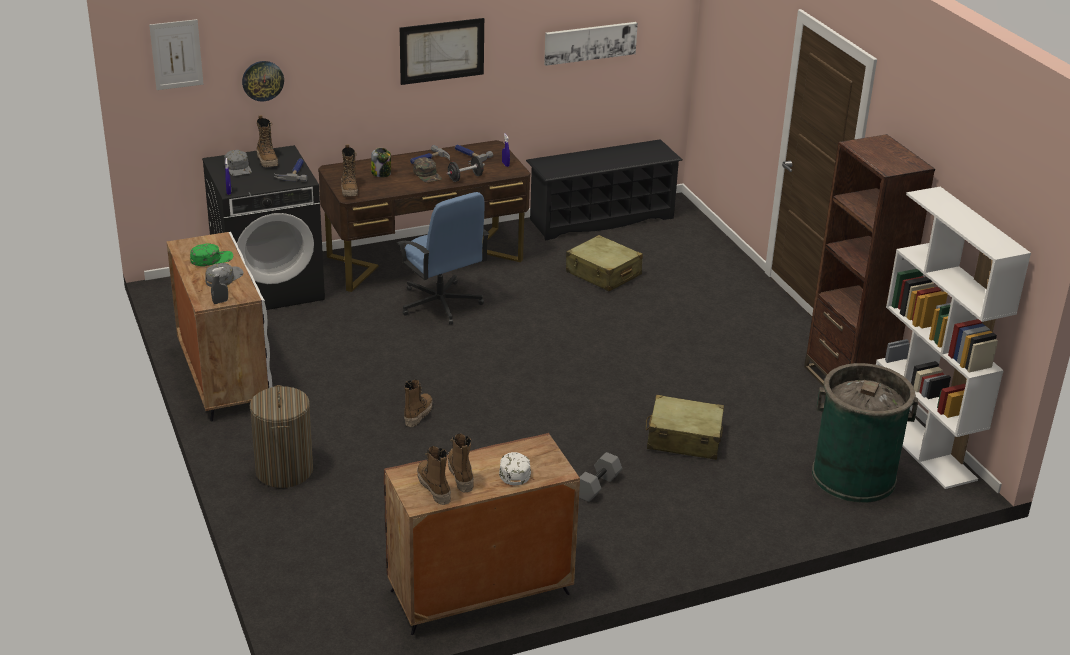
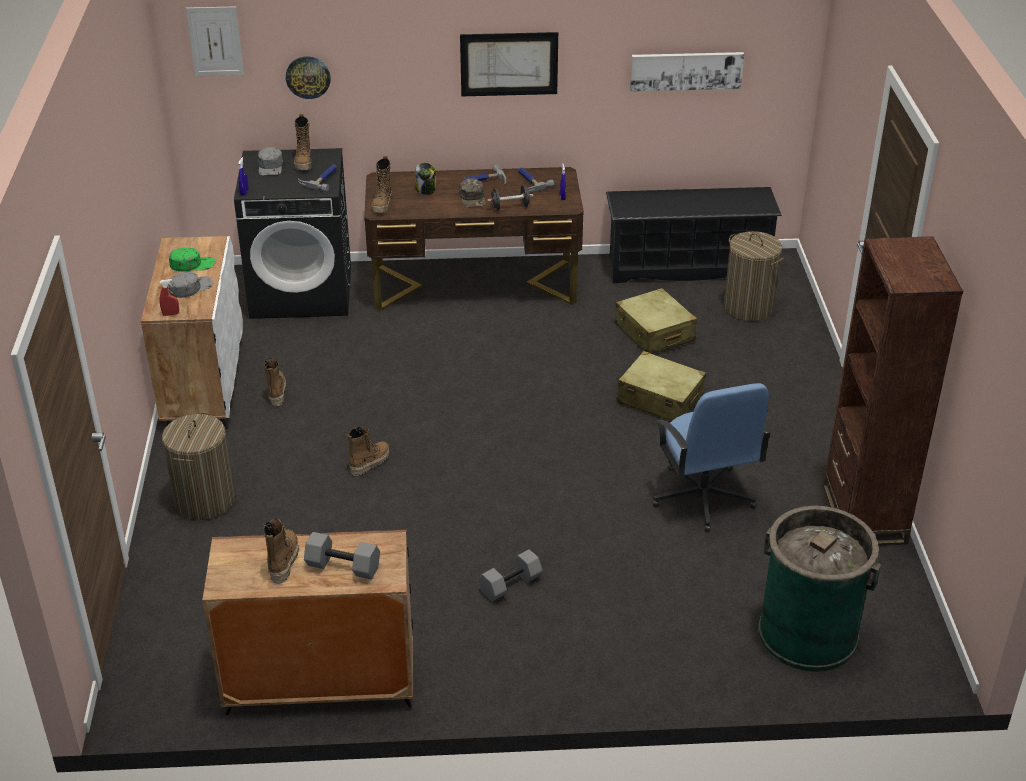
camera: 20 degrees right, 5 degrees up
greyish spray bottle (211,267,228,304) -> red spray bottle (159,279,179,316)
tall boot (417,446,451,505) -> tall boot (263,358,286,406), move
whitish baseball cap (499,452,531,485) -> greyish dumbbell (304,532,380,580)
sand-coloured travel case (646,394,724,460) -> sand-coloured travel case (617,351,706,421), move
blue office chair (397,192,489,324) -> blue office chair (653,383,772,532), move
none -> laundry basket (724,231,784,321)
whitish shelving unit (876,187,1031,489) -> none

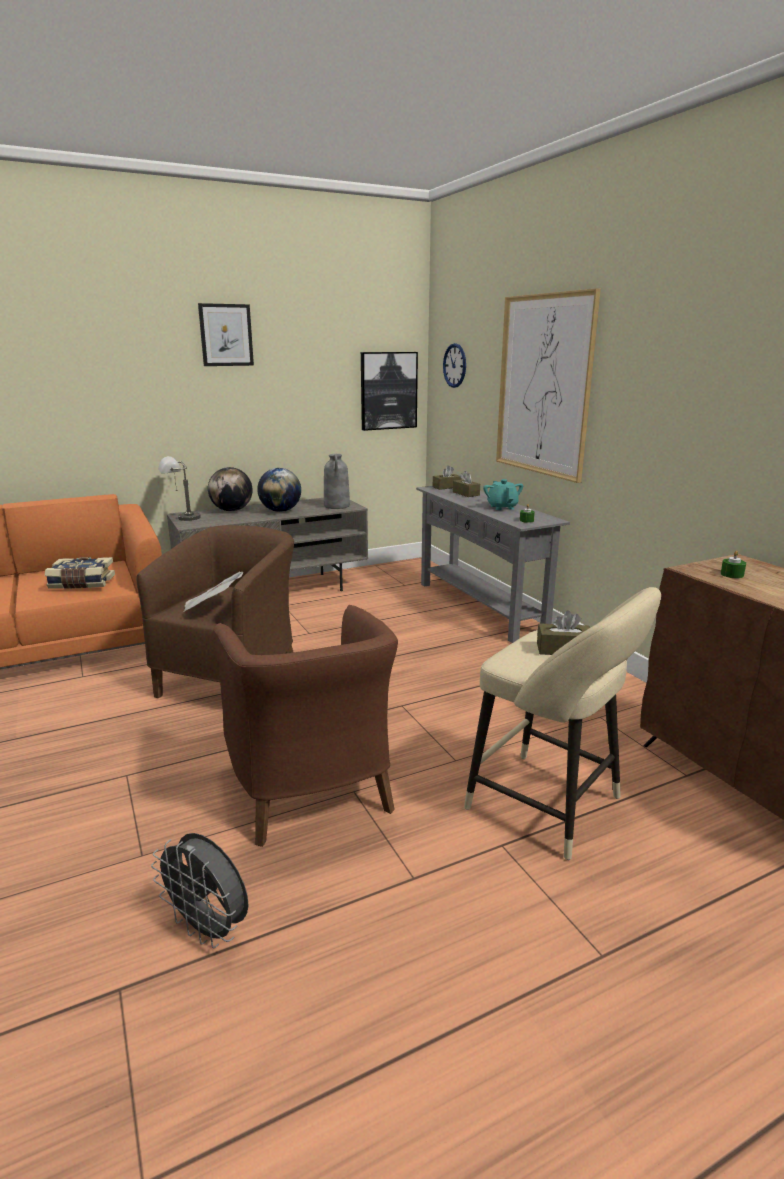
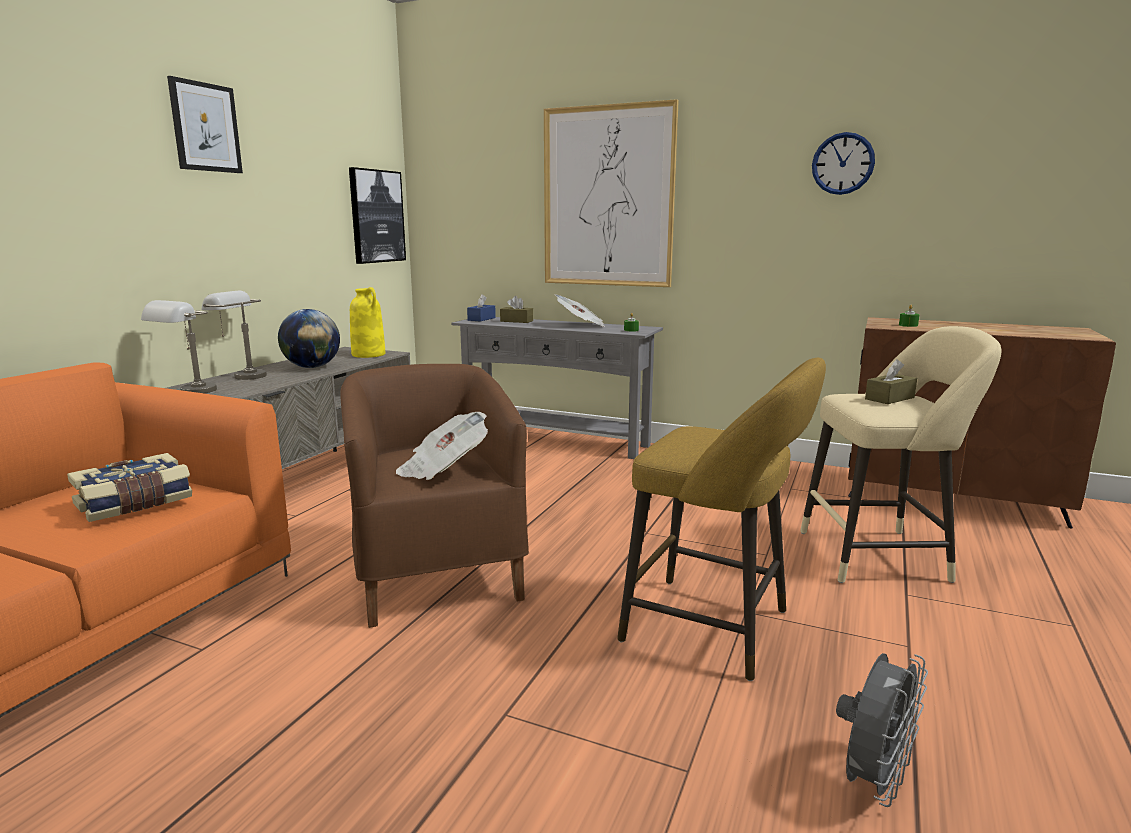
camera: 40 degrees left, 5 degrees down
globe (208,467,253,511) -> greyish lamp for a table (202,291,267,380)
greyish vase (324,454,350,509) -> yellowish vase (350,287,385,358)
brown-coloured box of tissues (433,465,462,490) -> blue box of tissues (467,294,496,321)
turquoise-coloured pot for tea (483,479,523,510) -> newspaper (554,294,605,327)
brown-coloured armchair (213,605,398,847) -> yellowish stool seat (617,357,826,681)
hanging clock (443,343,466,388) -> hanging clock (812,132,875,195), move
greyish electric fan (151,833,249,948) -> greyish electric fan (836,653,928,807), 45 degrees counterclockwise

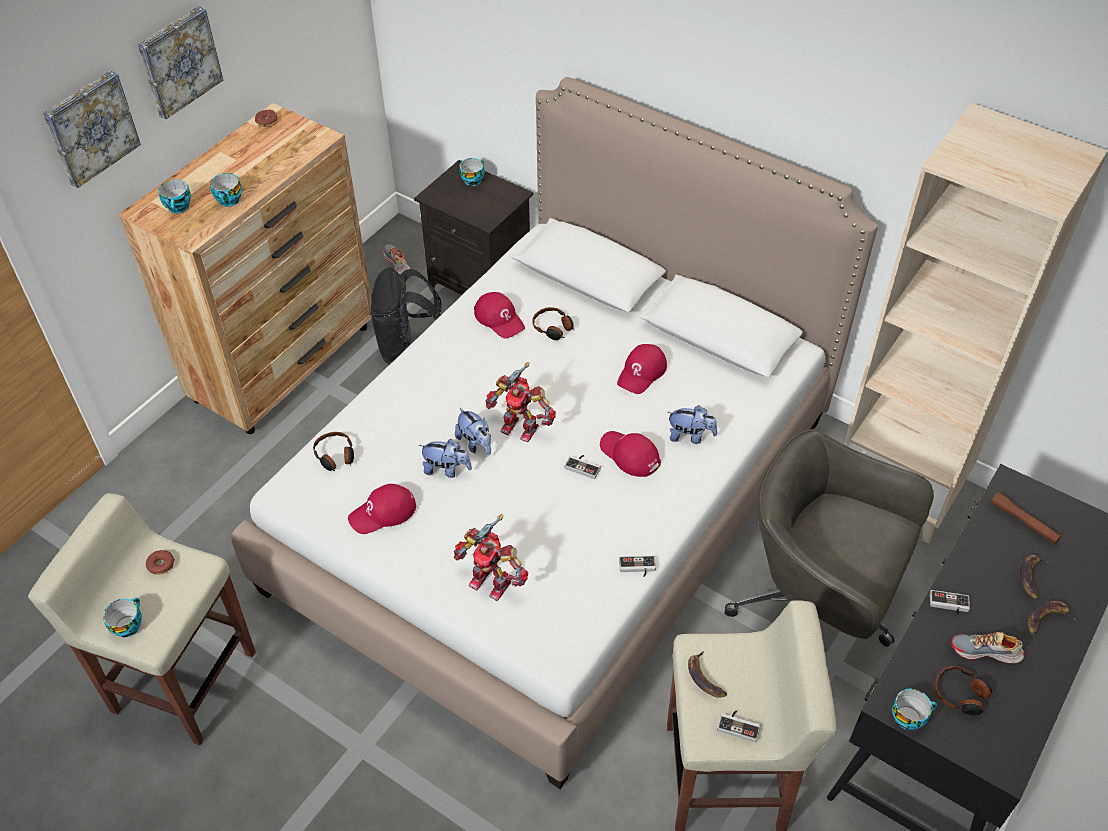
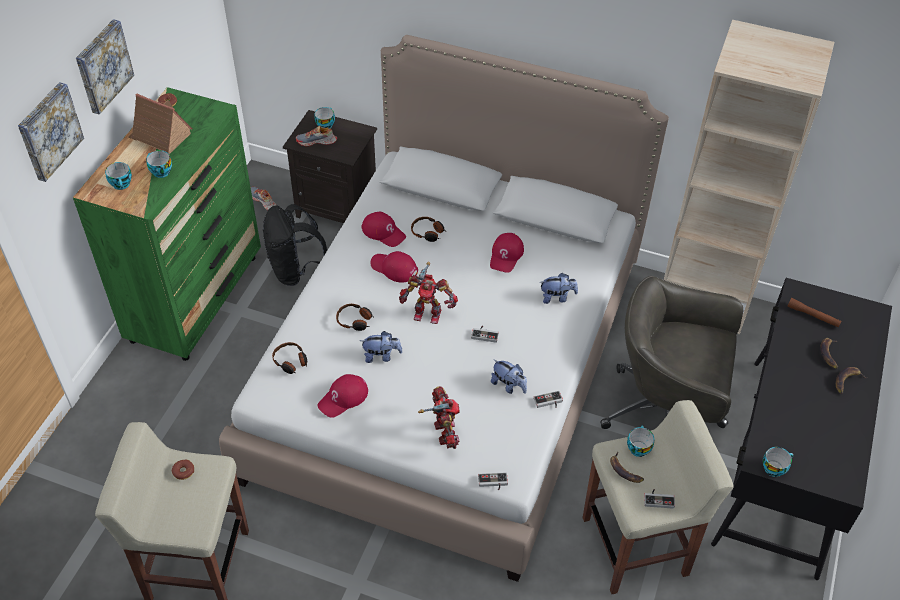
camera: 15 degrees left, 0 degrees up
brown-coloured dresser (119,103,372,434) -> greenish dresser (73,87,261,361)
none -> miniature house (128,94,193,154)
low shoe (951,632,1025,664) -> low shoe (296,126,337,146), move
headset (934,666,995,715) -> headset (336,304,375,331), move
red baseball cap (600,431,661,477) -> red baseball cap (370,251,418,282), move
toy robot (454,514,528,601) -> toy robot (418,386,460,449), 120 degrees counterclockwise
gamepad (930,590,970,616) -> gamepad (478,472,508,490), move
plush toy (455,408,491,456) -> plush toy (491,359,527,394), move
small cup (103,598,142,637) -> small cup (627,426,654,457), move

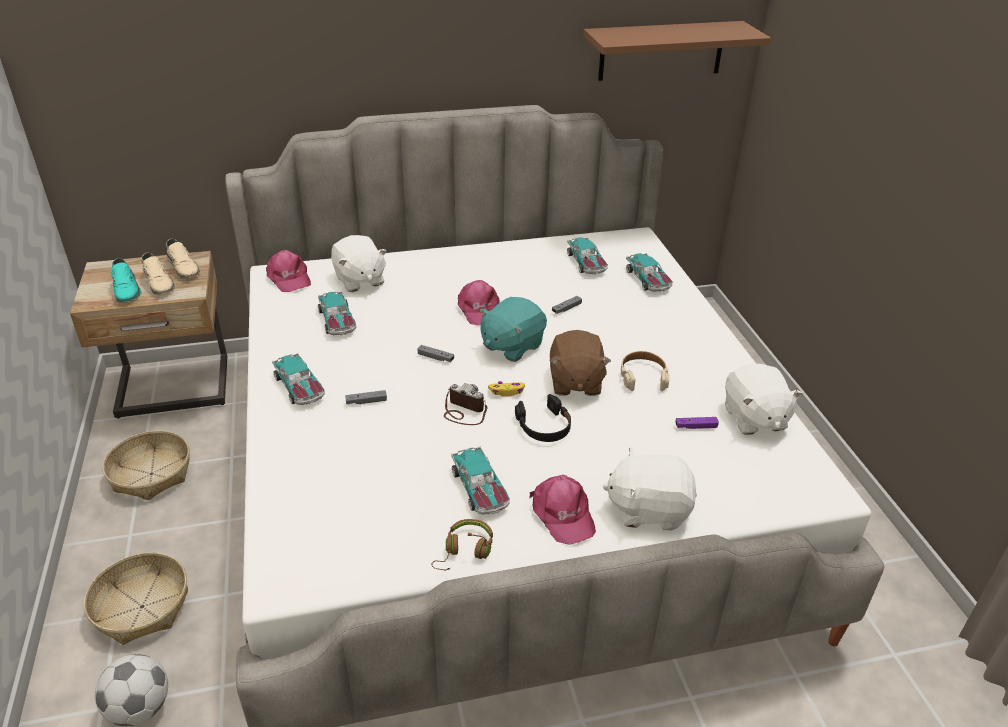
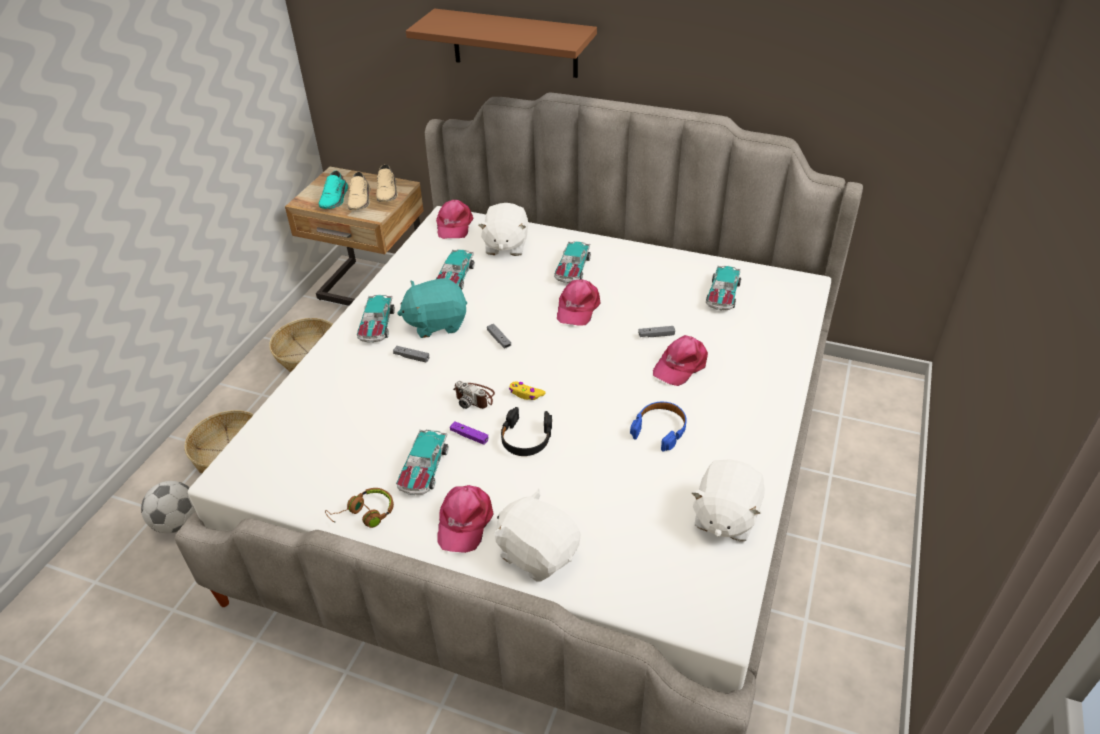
camera: 35 degrees right, 5 degrees up
turquoise-coloured plush toy (479,297,547,362) -> turquoise-coloured plush toy (397,278,467,338), move
brown-coloured bracket shelf (583,21,771,81) -> brown-coloured bracket shelf (406,9,597,78), move
purple gamepad (675,417,719,429) -> purple gamepad (450,421,488,445), move
photo camera (444,383,487,425) -> photo camera (454,381,495,409), 150 degrees clockwise
miniature car (626,253,673,292) -> miniature car (554,241,591,283), move
sand-coloured headset (621,351,669,391) -> blue headset (630,402,687,452)
none -> pink-coloured baseball cap (653,335,708,386)
brown-coloured plush toy (549,330,611,396) -> none

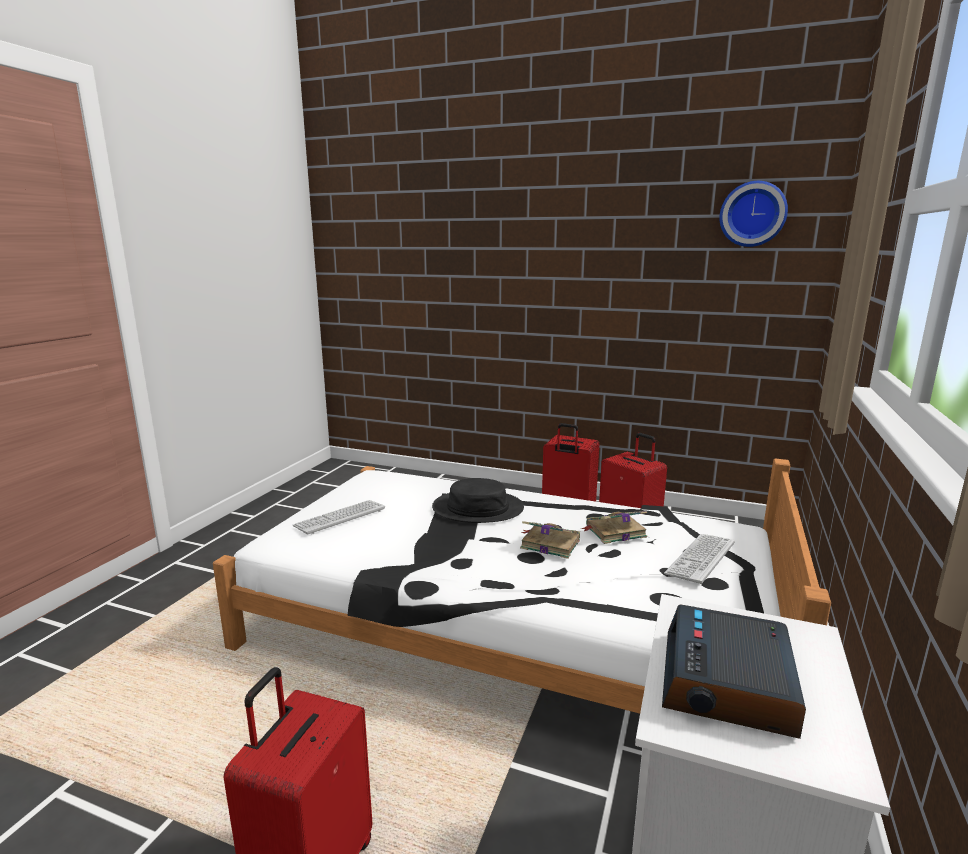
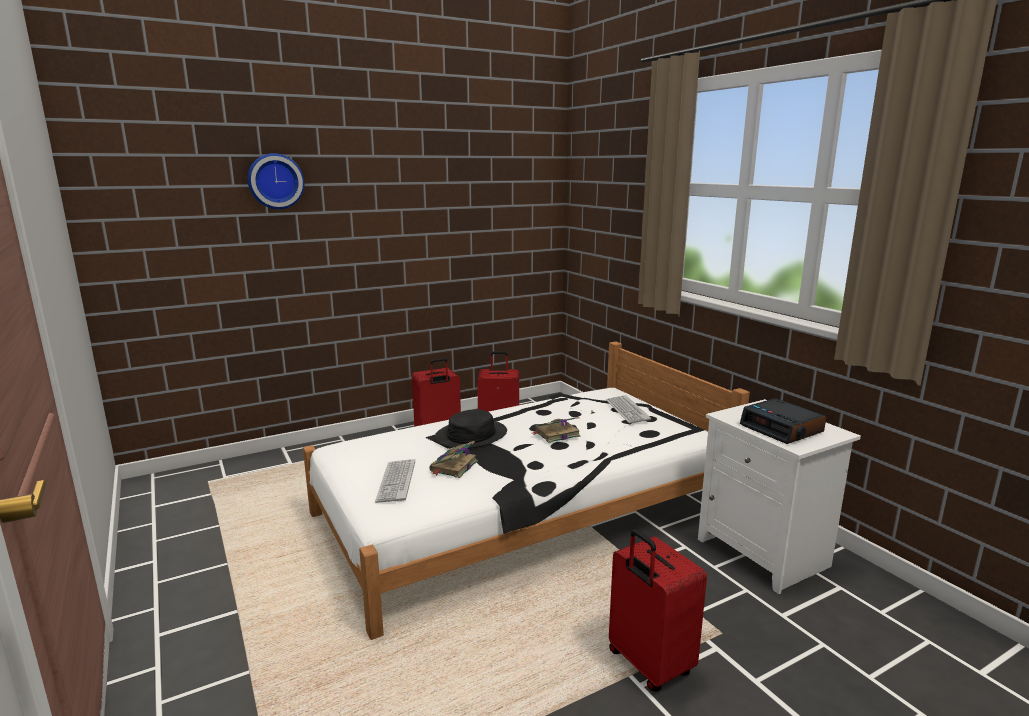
camera: 50 degrees left, 0 degrees up
hanging clock (720,181,788,247) -> hanging clock (248,153,304,209), move
bound book (581,511,647,544) -> bound book (429,441,478,478), move

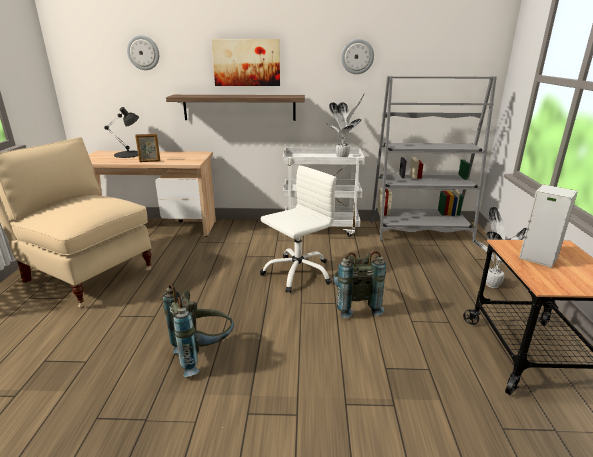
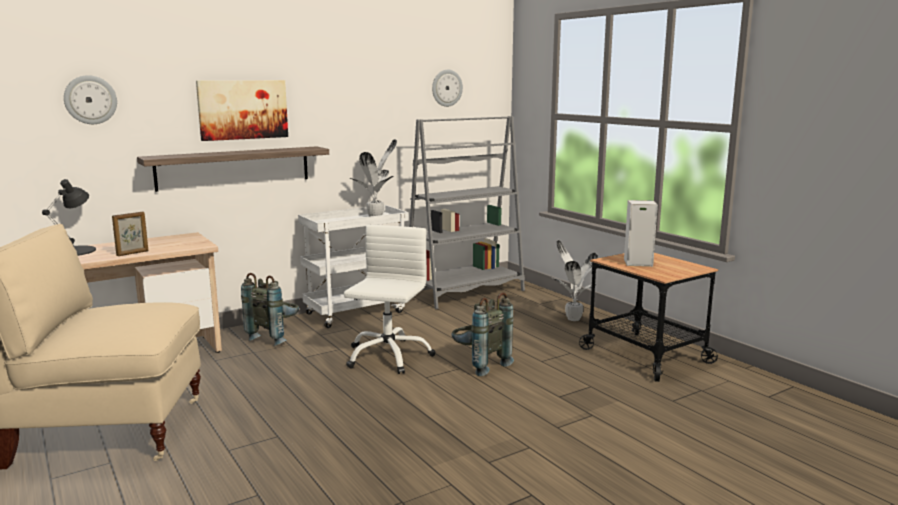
camera: 35 degrees left, 10 degrees down
greyish backpack (163,283,234,377) -> greyish backpack (241,273,299,346), move
hanging clock (341,39,374,74) -> hanging clock (432,70,463,107), move

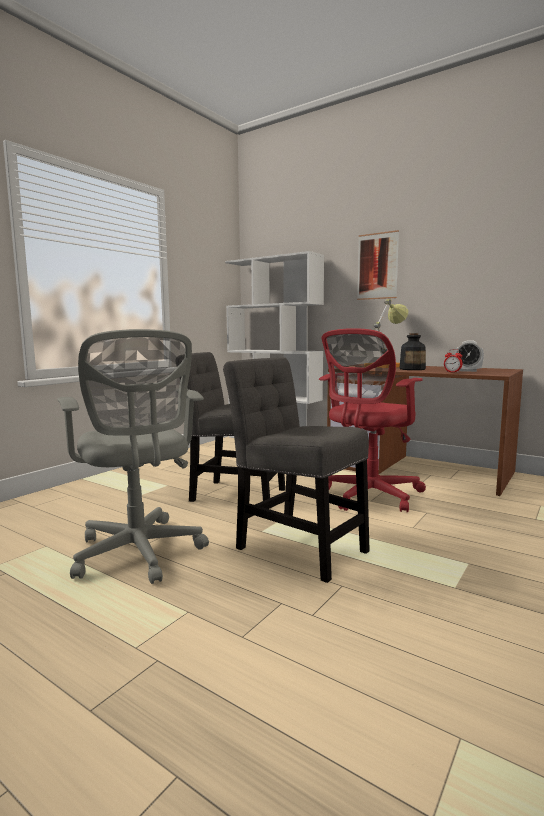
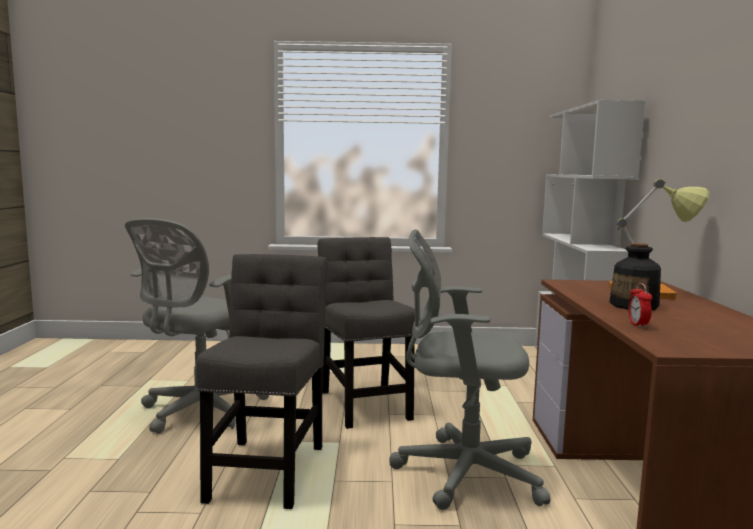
camera: 55 degrees right, 0 degrees up
red office chair (319,328,426,512) -> greyish office chair (389,229,551,510)
picture (357,230,399,300) -> none
bedside clock (454,340,484,372) -> none

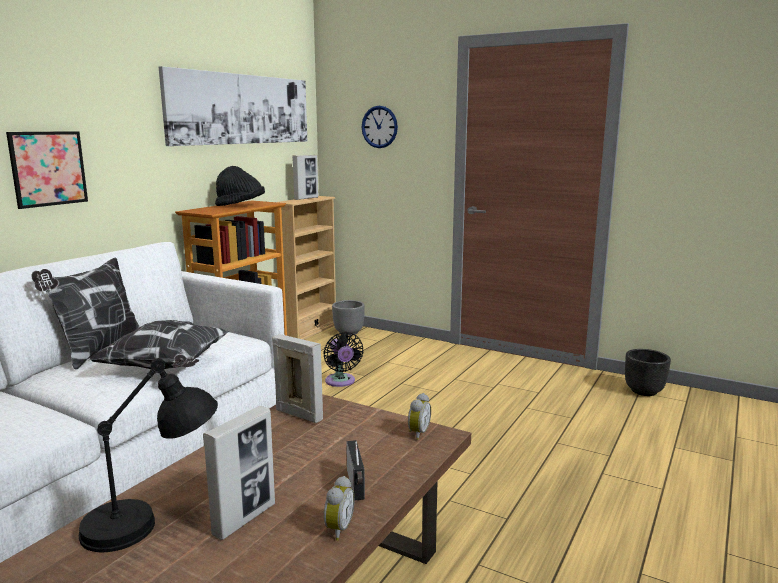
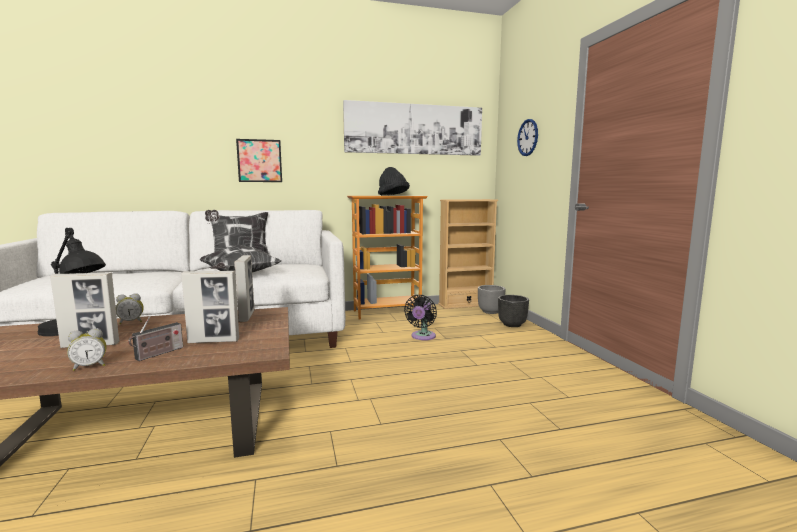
camera: 45 degrees right, 5 degrees down
bedside clock (408,393,431,440) -> bedside clock (116,293,144,324), move
picture frame (292,155,318,200) -> picture frame (181,271,239,343), move
blackish flower pot (625,349,671,396) -> blackish flower pot (498,295,529,327), move

